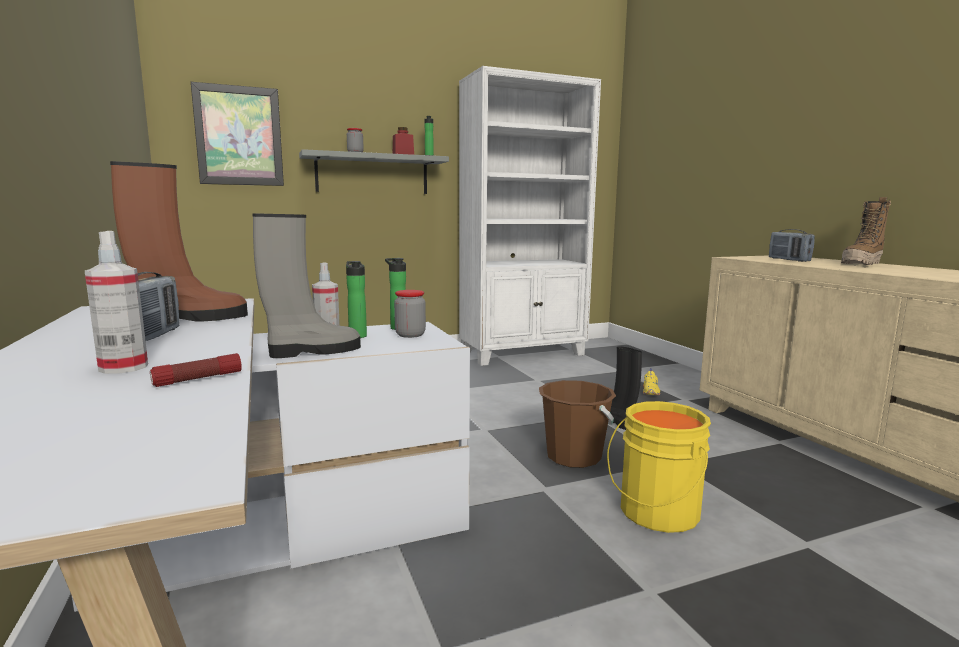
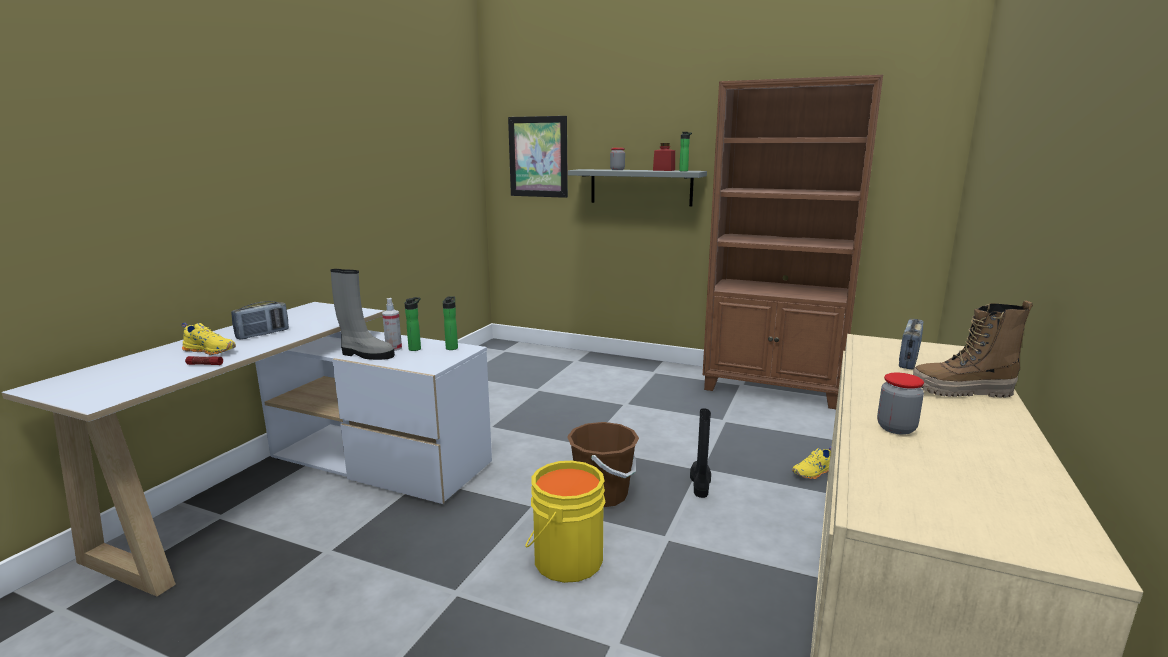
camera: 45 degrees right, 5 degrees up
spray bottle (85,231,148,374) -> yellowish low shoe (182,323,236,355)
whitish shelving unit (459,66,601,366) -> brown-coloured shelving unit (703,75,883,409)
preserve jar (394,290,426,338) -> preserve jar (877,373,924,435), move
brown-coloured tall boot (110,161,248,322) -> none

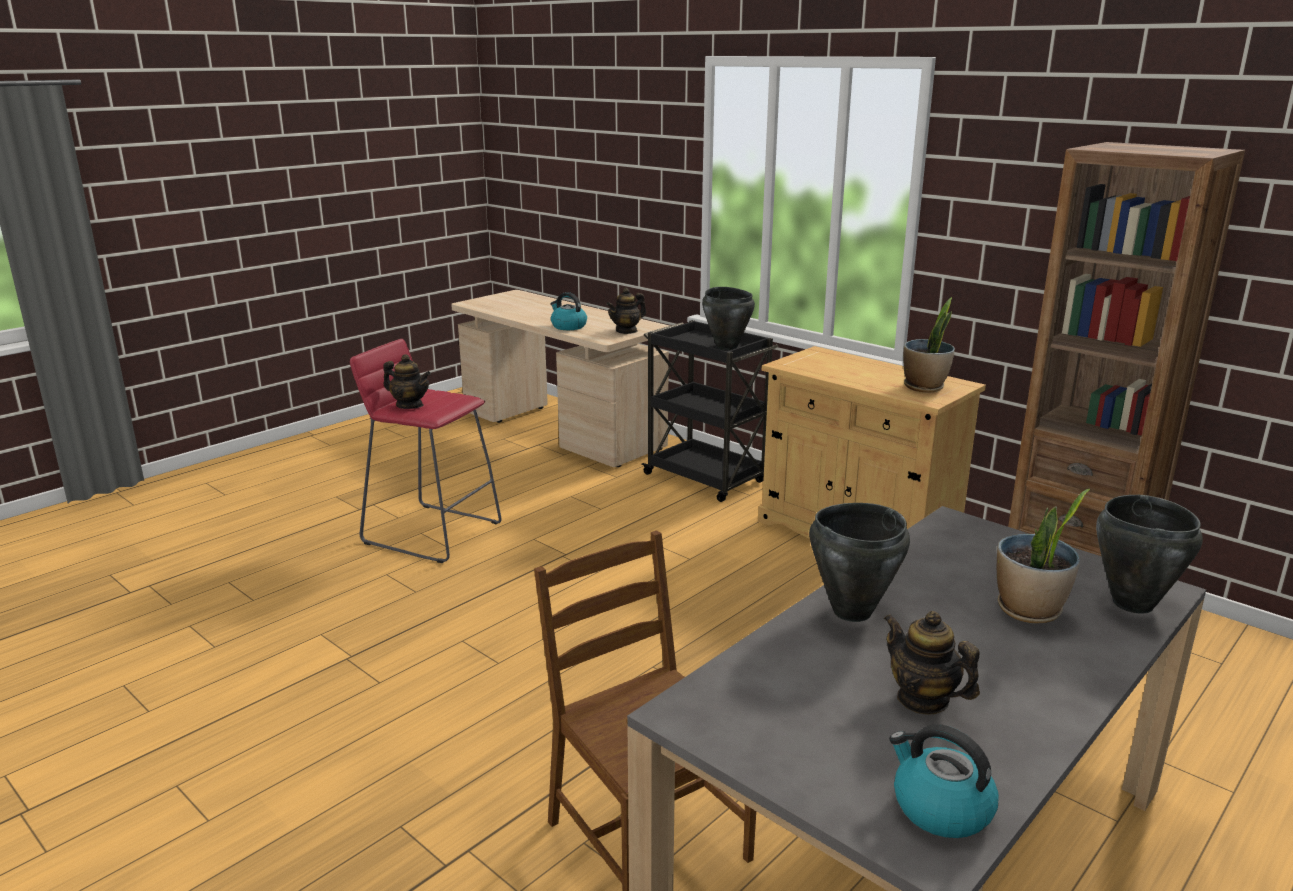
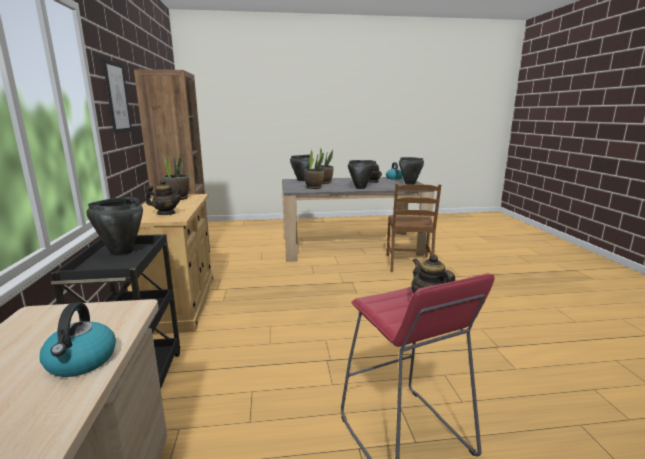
camera: 140 degrees left, 5 degrees down
none -> picture (102,59,132,133)
pot for tea (606,288,646,334) -> pot for tea (146,179,182,215), move
none -> plant in a pot (304,150,324,189)
none -> blackish stockpot (399,157,424,184)

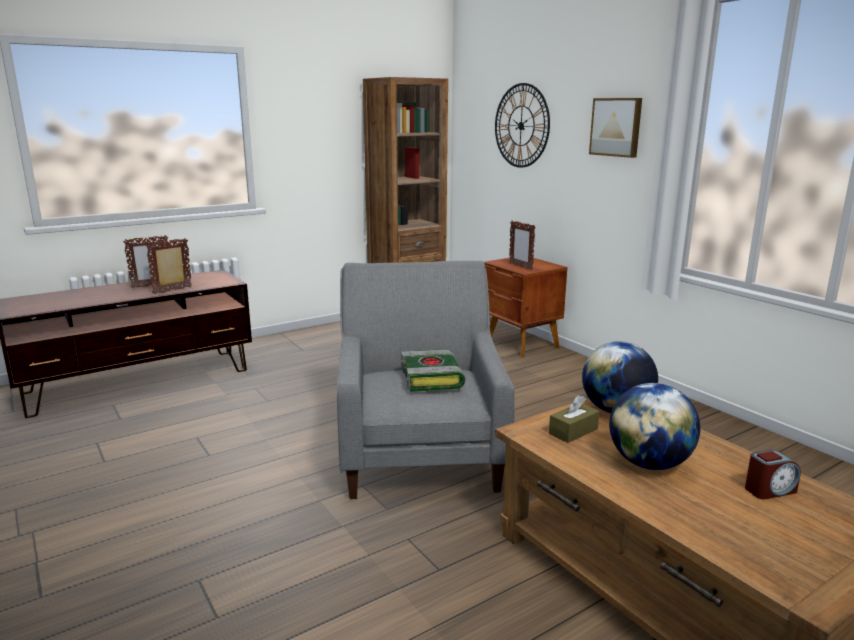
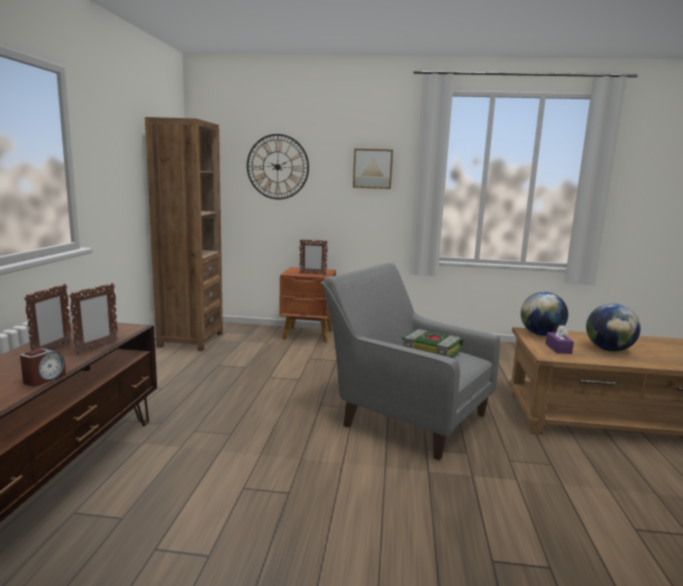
camera: 50 degrees left, 5 degrees down
bedside clock (745,450,801,499) -> bedside clock (20,348,66,386), move
picture frame (146,238,192,294) -> picture frame (69,283,118,355), 150 degrees counterclockwise
brown-coloured box of tissues (549,395,600,443) -> purple box of tissues (546,325,574,354)

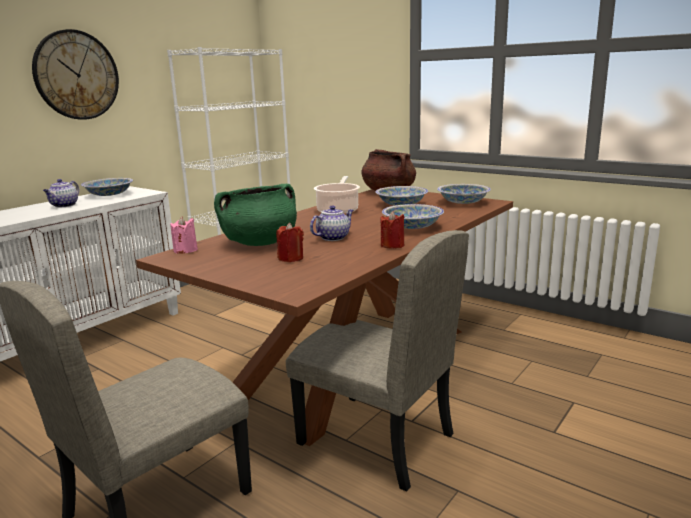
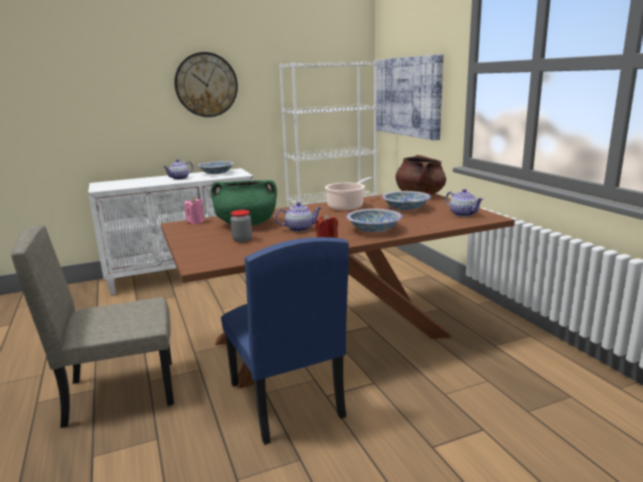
camera: 30 degrees right, 0 degrees up
sand-coloured chair (286,230,469,491) -> blue chair (221,237,349,445)
red wax light (276,223,304,262) -> preserve jar (230,210,252,242)
none -> picture (377,54,444,140)
bowl (437,184,491,204) -> pot for tea (445,189,483,217)

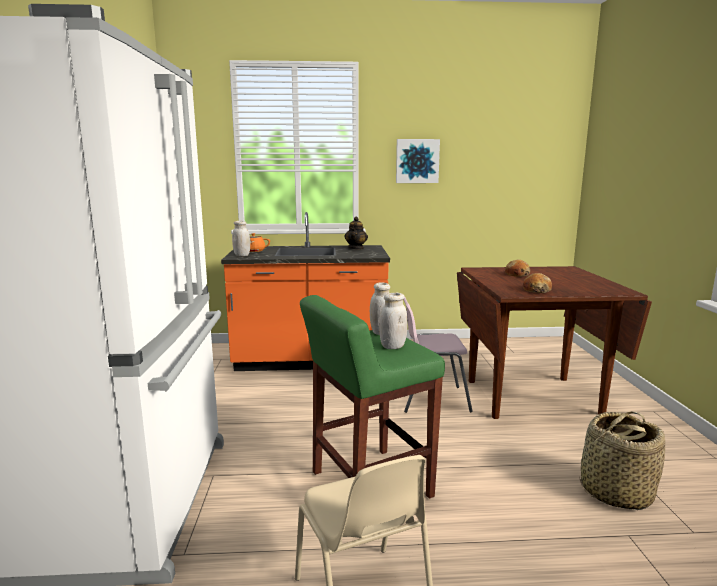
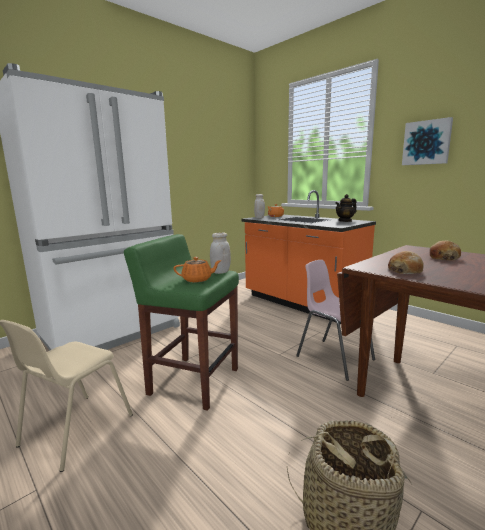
camera: 50 degrees right, 0 degrees up
whitish preserve jar (379,293,408,349) -> orange pot for tea (173,257,222,283)

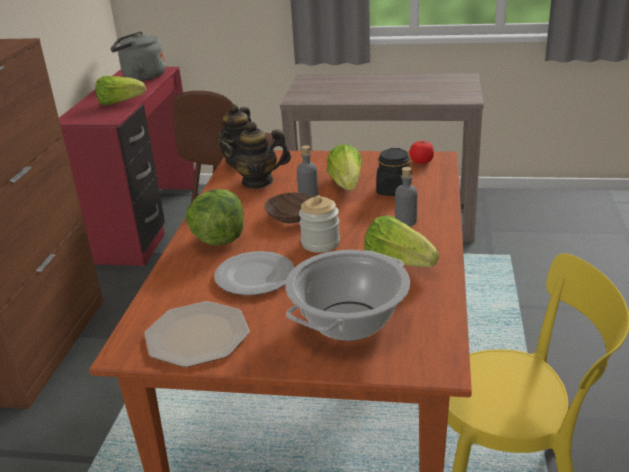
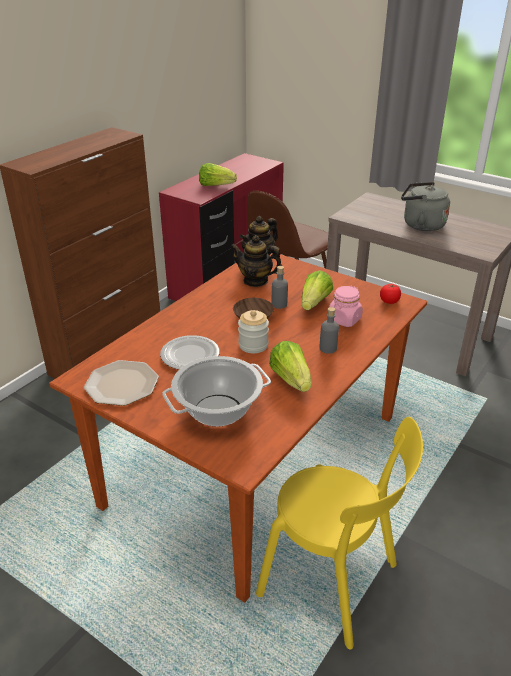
camera: 25 degrees right, 5 degrees up
blackish preserve jar (376,148,412,196) -> pink-coloured preserve jar (329,285,363,327)
greyish kettle (110,32,166,81) -> greyish kettle (401,182,450,231), move
lettuce (186,189,243,246) -> none

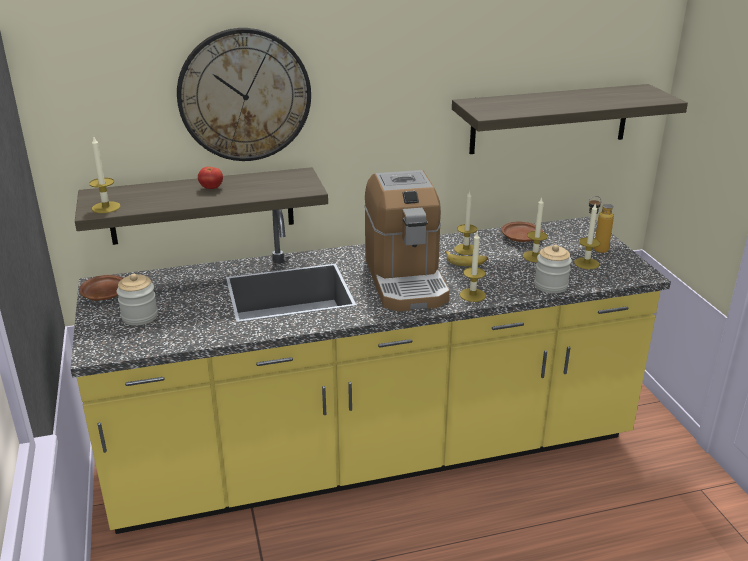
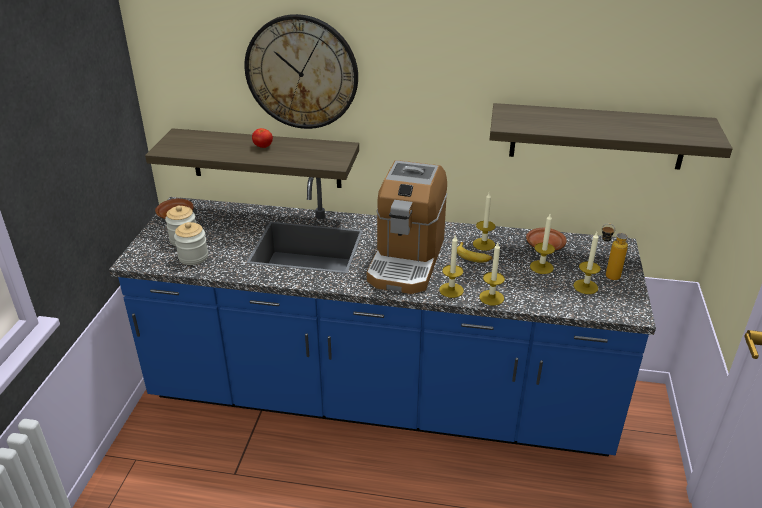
camera: 25 degrees right, 5 degrees up
yellowish counter (71,209,671,534) -> blue counter (109,177,656,457)
preserve jar (534,245,572,293) -> preserve jar (174,222,208,265), move
wax light (89,137,121,213) -> wax light (479,243,505,306), move

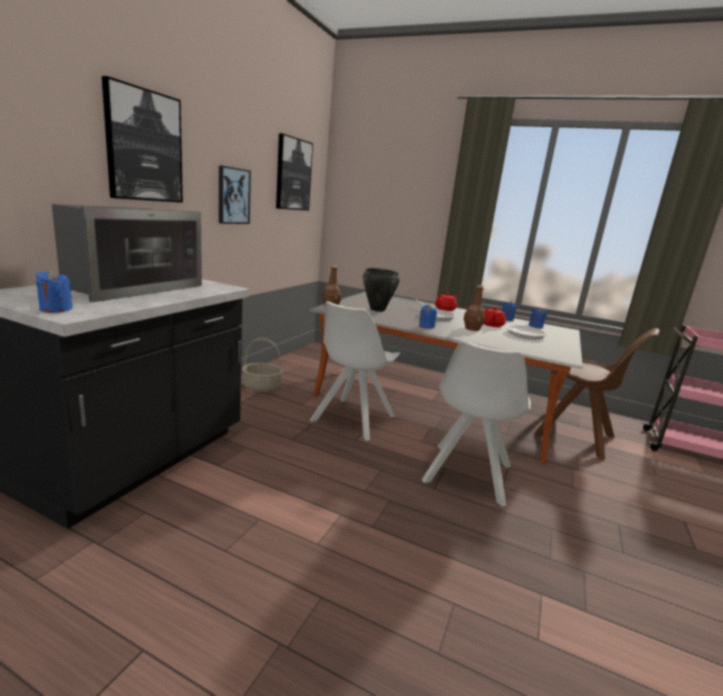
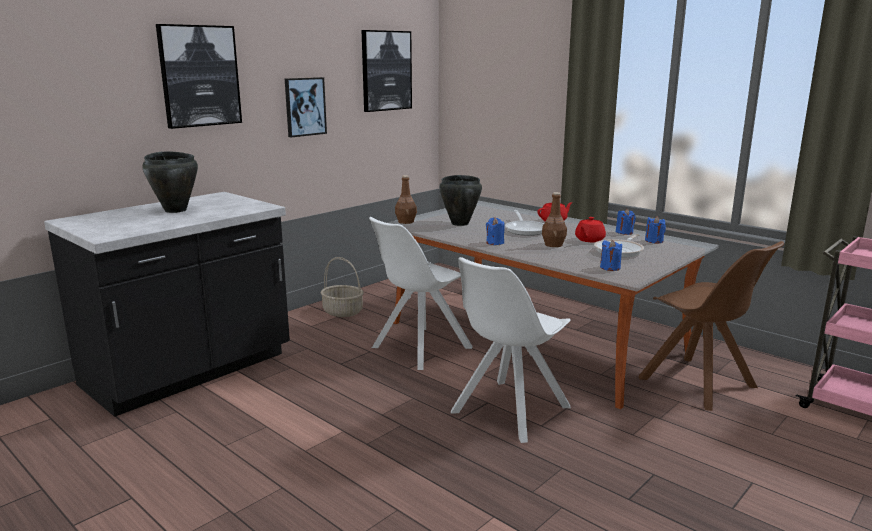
camera: 20 degrees right, 0 degrees up
kitchen microwave (52,204,202,302) -> blackish stockpot (142,151,198,213)
blue wax light (36,270,73,313) -> blue wax light (600,240,622,271), move

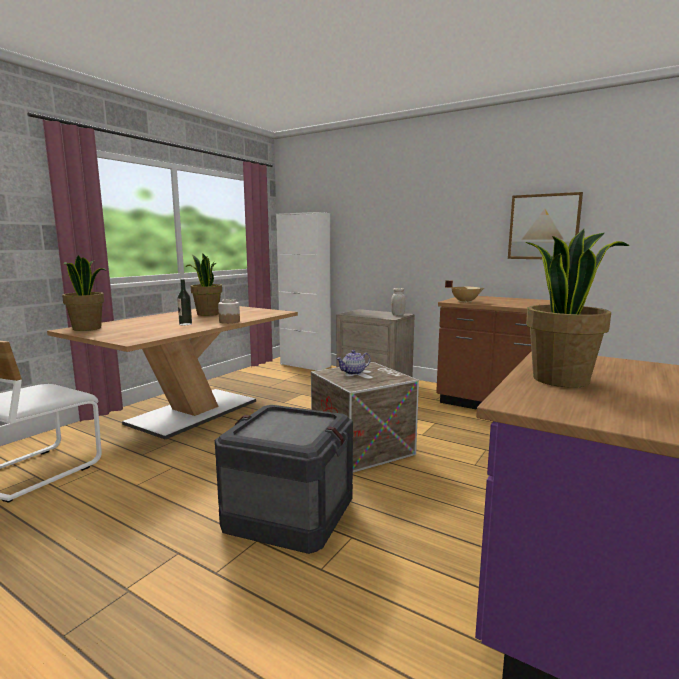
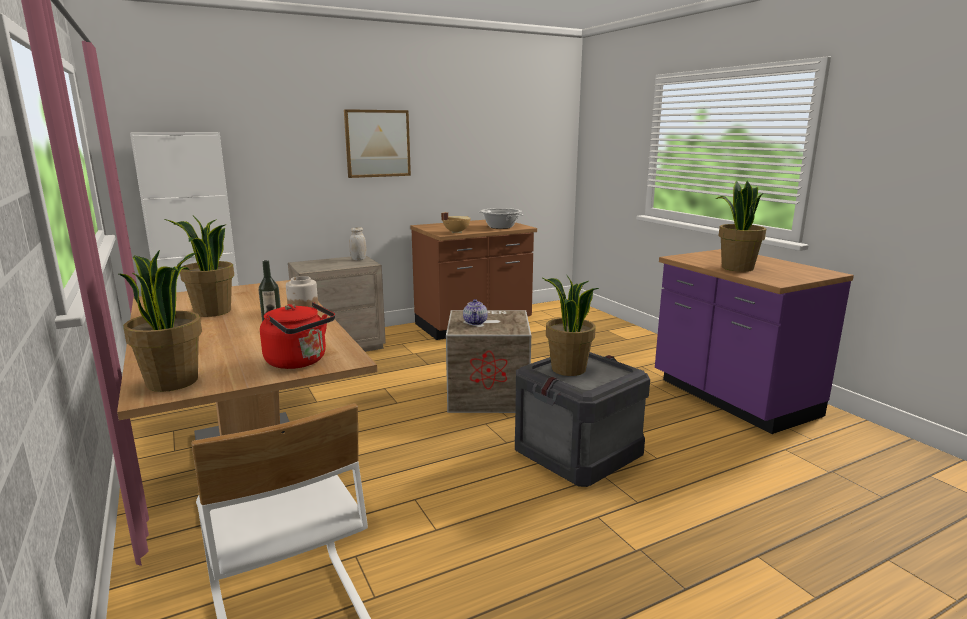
camera: 60 degrees left, 5 degrees up
none -> red kettle (260,302,335,369)
picture (508,192,583,259) -> picture (344,109,411,178), move
none -> stockpot (479,208,524,229)
none -> plant in a pot (541,274,599,376)

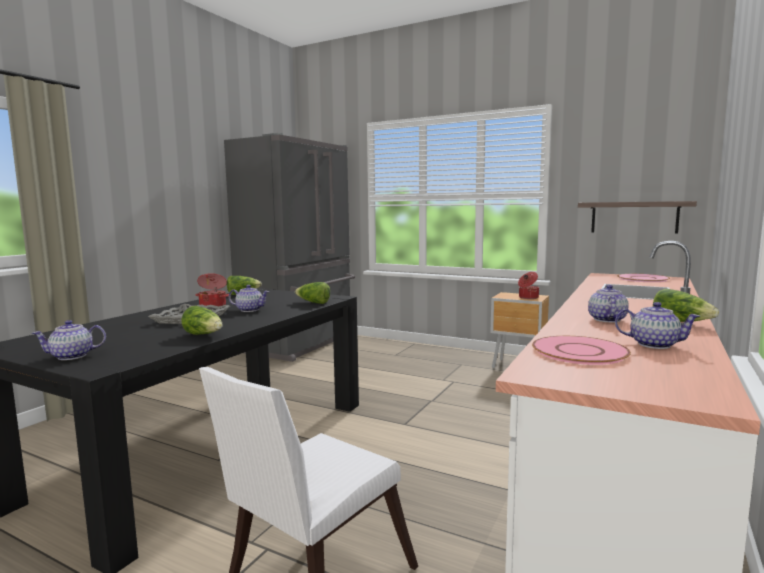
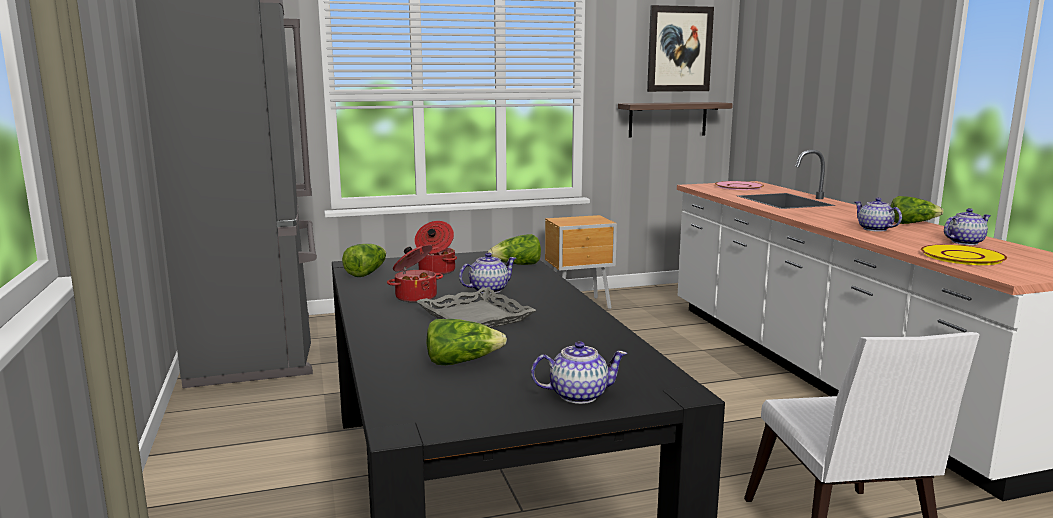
camera: 45 degrees left, 5 degrees up
stockpot (518,272,539,299) -> stockpot (415,221,457,275), move
lettuce (182,306,223,335) -> lettuce (426,319,507,365), move
pot for tea (32,320,106,360) -> pot for tea (531,341,627,404), 120 degrees counterclockwise
none -> picture (647,5,714,92)
pink-coloured flat dish (532,336,631,365) -> yellowish flat dish (921,244,1007,265)

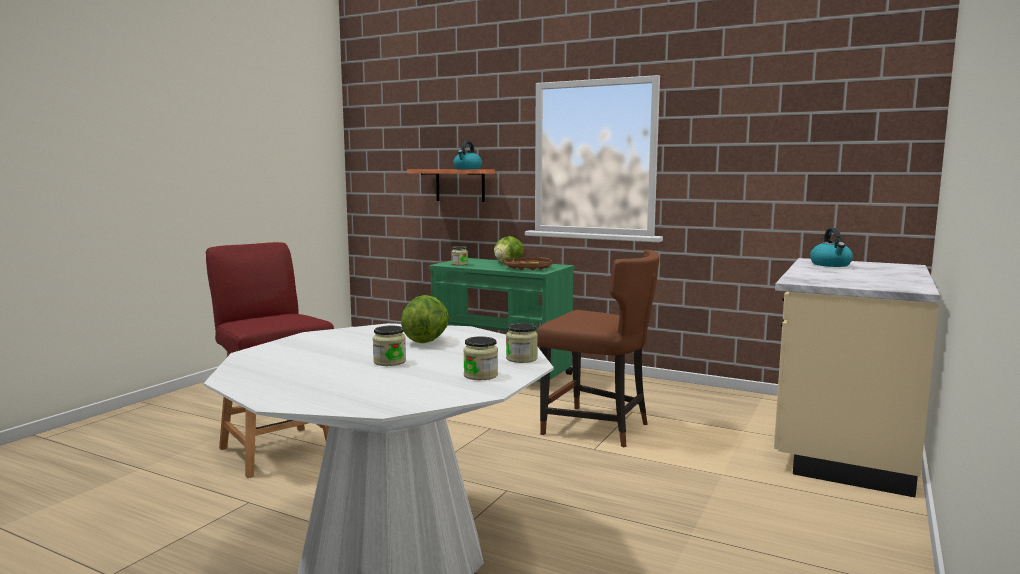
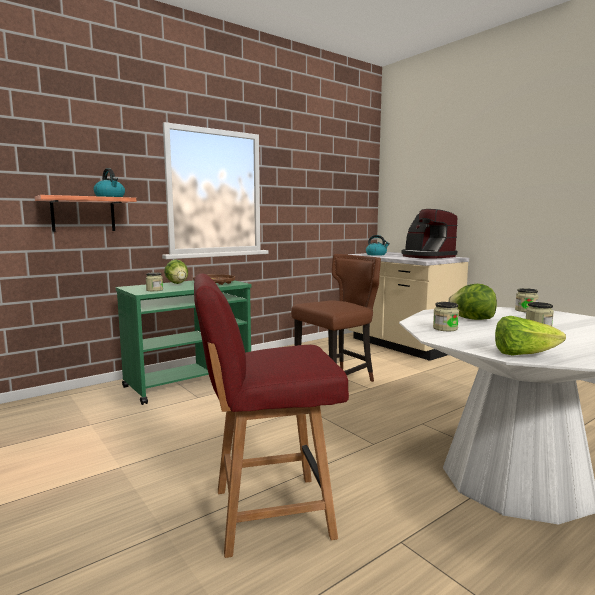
camera: 65 degrees left, 0 degrees up
none -> coffee maker (401,209,458,259)
preserve jar (463,336,498,380) -> preserve jar (433,302,459,331), move
none -> lettuce (495,316,566,355)

